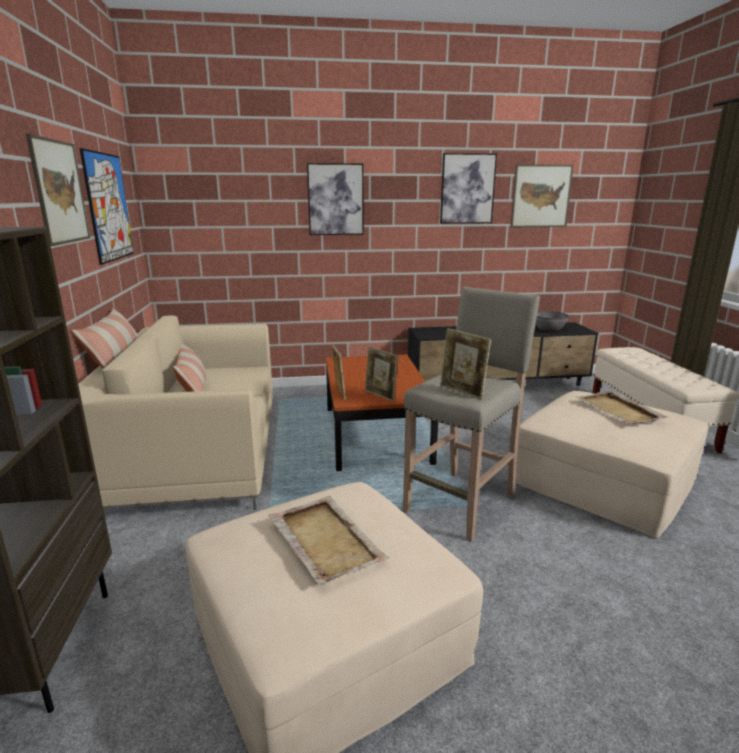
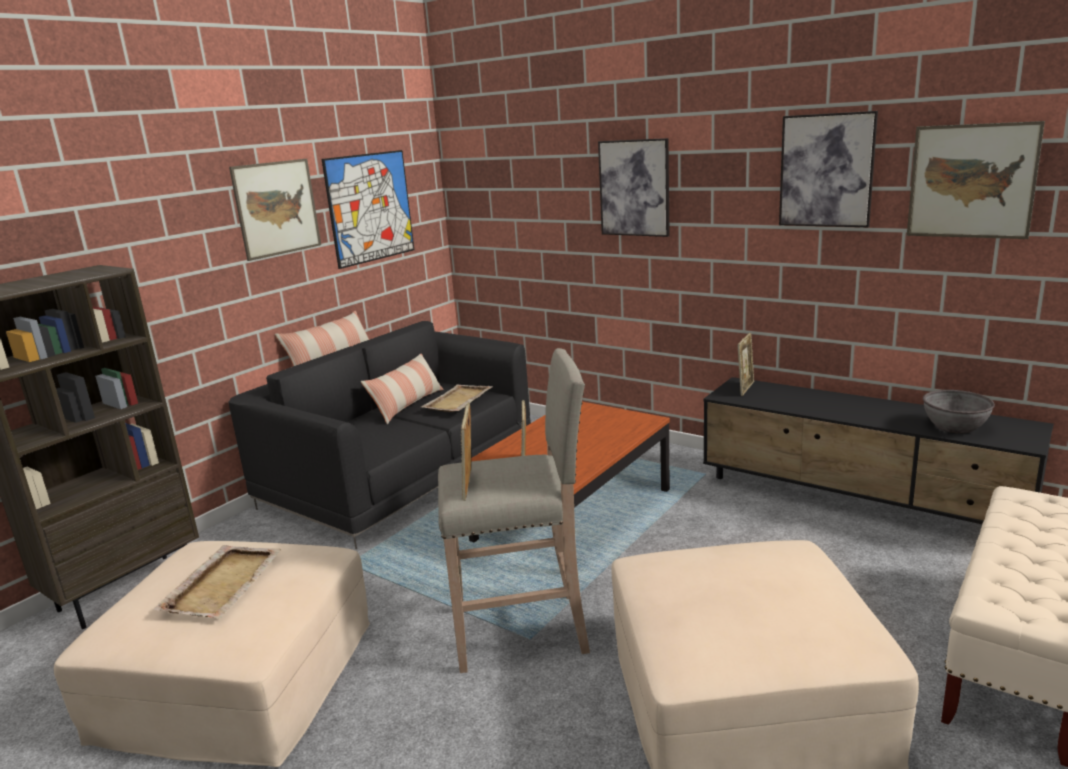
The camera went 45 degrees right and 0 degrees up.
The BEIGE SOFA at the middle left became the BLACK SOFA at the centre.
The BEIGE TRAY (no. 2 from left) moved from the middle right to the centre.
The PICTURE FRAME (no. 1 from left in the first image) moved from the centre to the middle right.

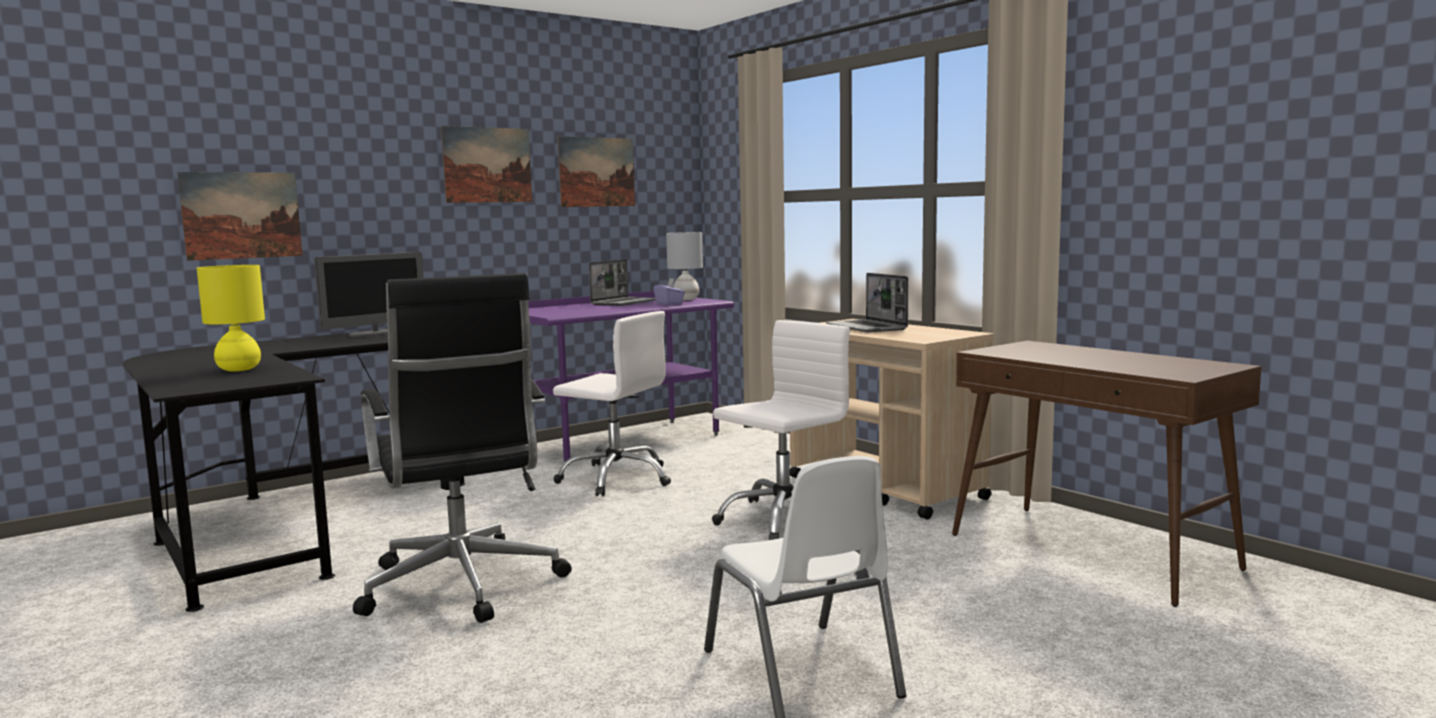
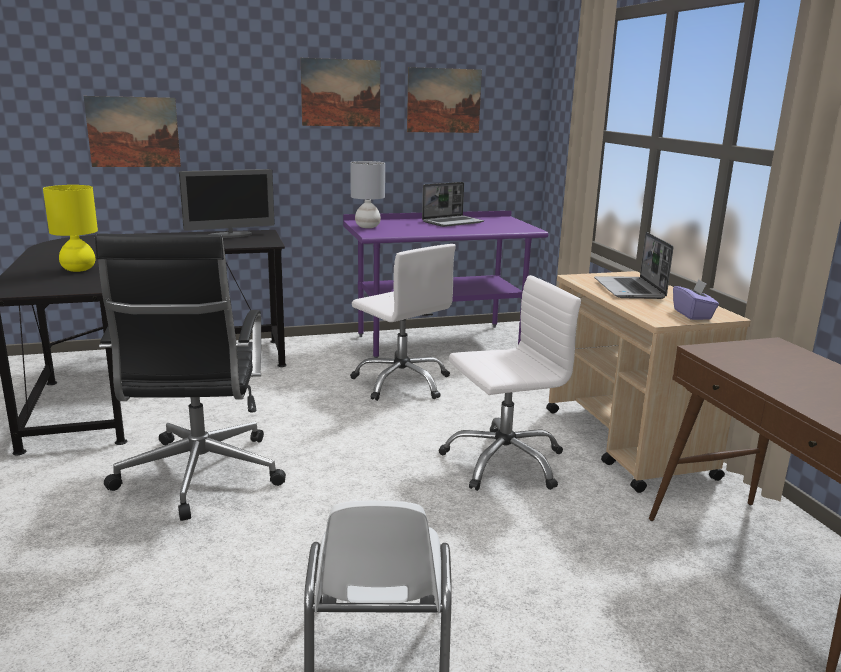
The camera went 20 degrees right and 10 degrees up.
The GREY TABLE LAMP moved from the centre to the top centre.
The PURPLE TISSUE BOX moved from the centre to the middle right.

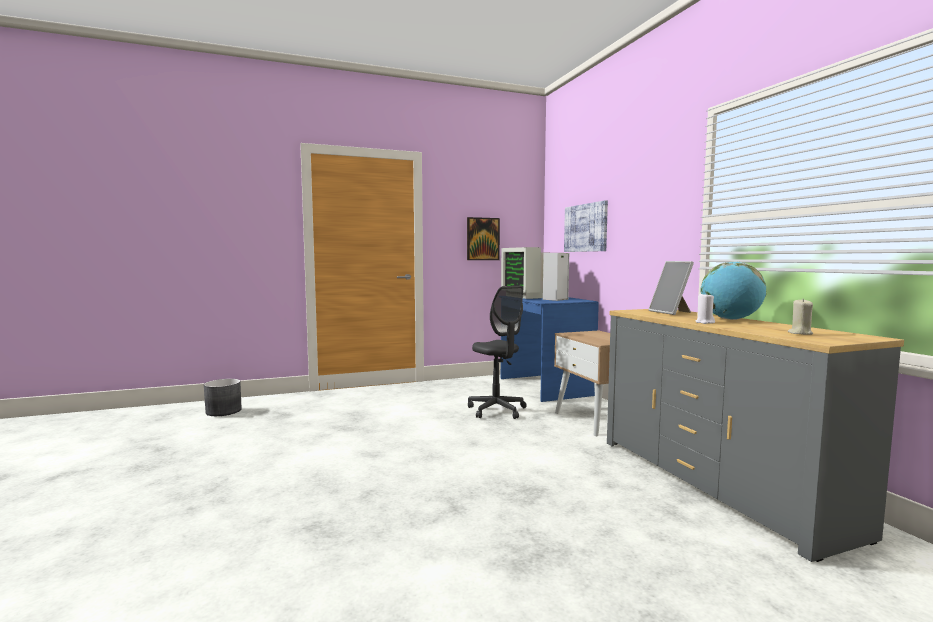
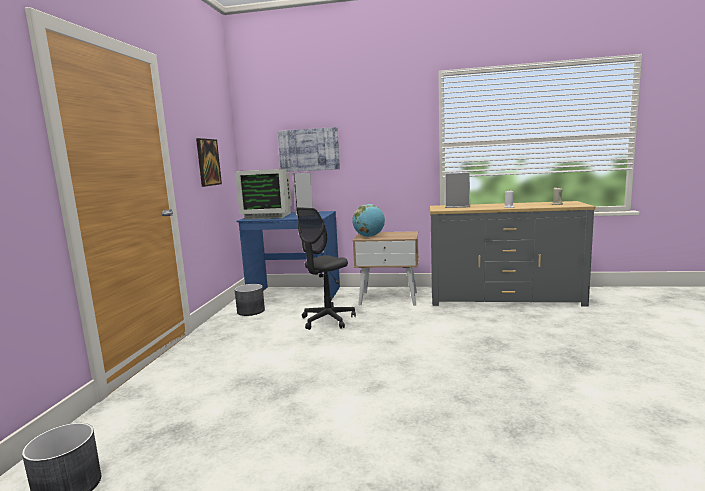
The camera went 60 degrees left and 5 degrees up.
The GREY PLANTER (no. 2 from left) at the centre appeared.
The GREY OFFICE CHAIR at the centre turned 135 degrees clockwise.
The GLOBE moved from the middle right to the centre.

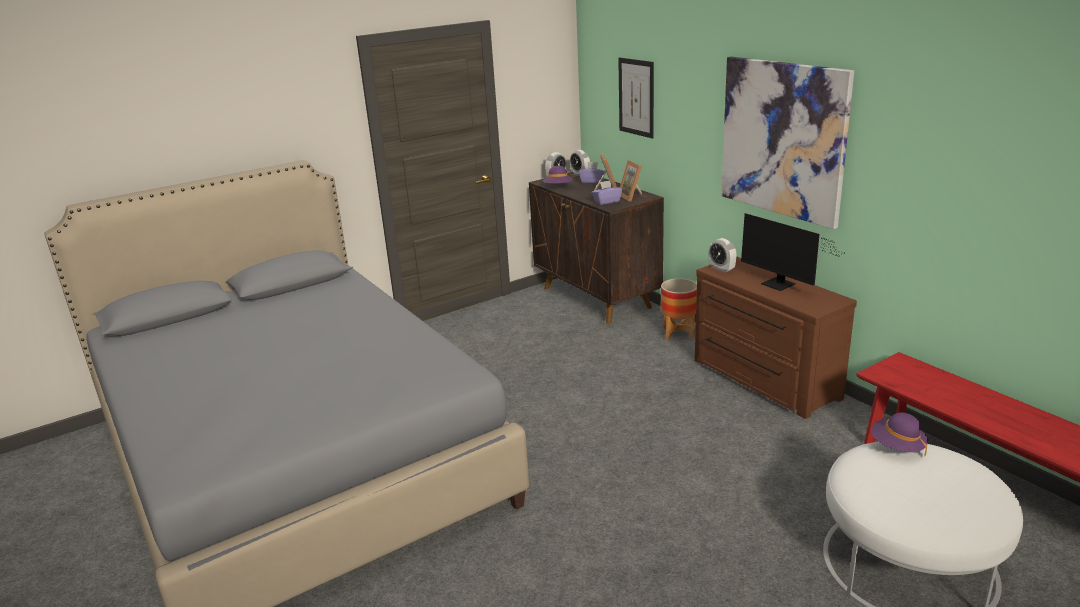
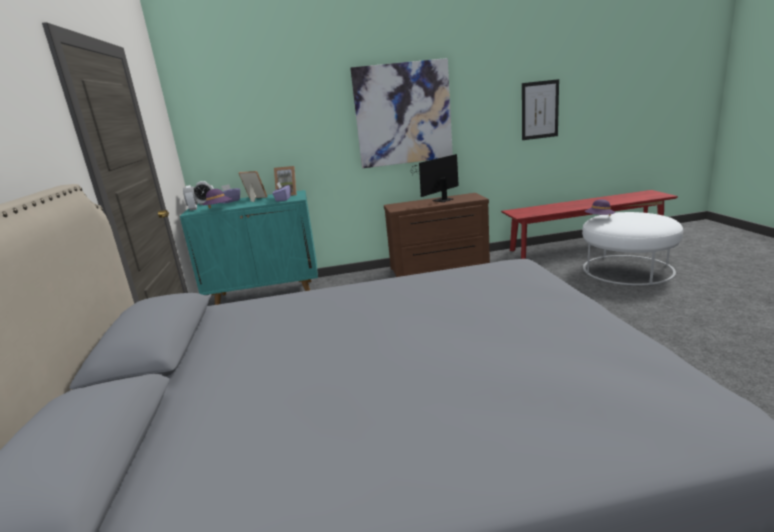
The camera went 65 degrees left and 5 degrees down.
The BROWN CABINET at the centre became the TURQUOISE CABINET at the middle left.
The MONITOR at the middle right turned 150 degrees clockwise.
The PICTURE (no. 1 from left in the first image) moved from the top centre to the top right.
The PLANTER at the centre disappeared.
The ALARM CLOCK (no. 3 from left) at the middle right disappeared.

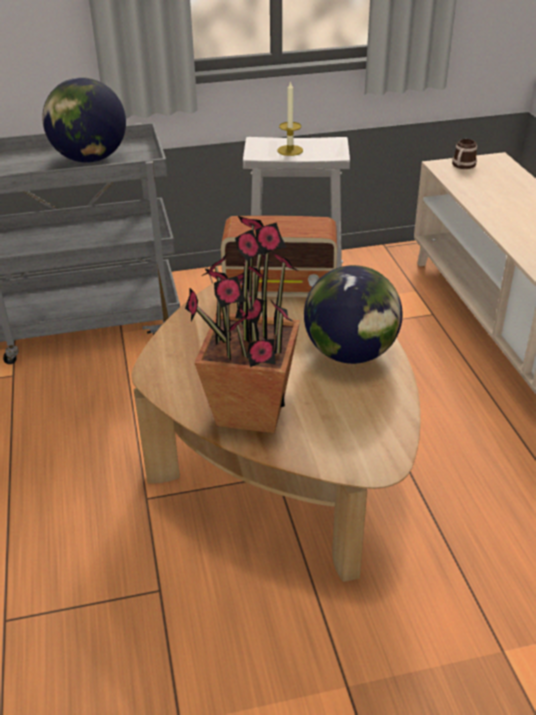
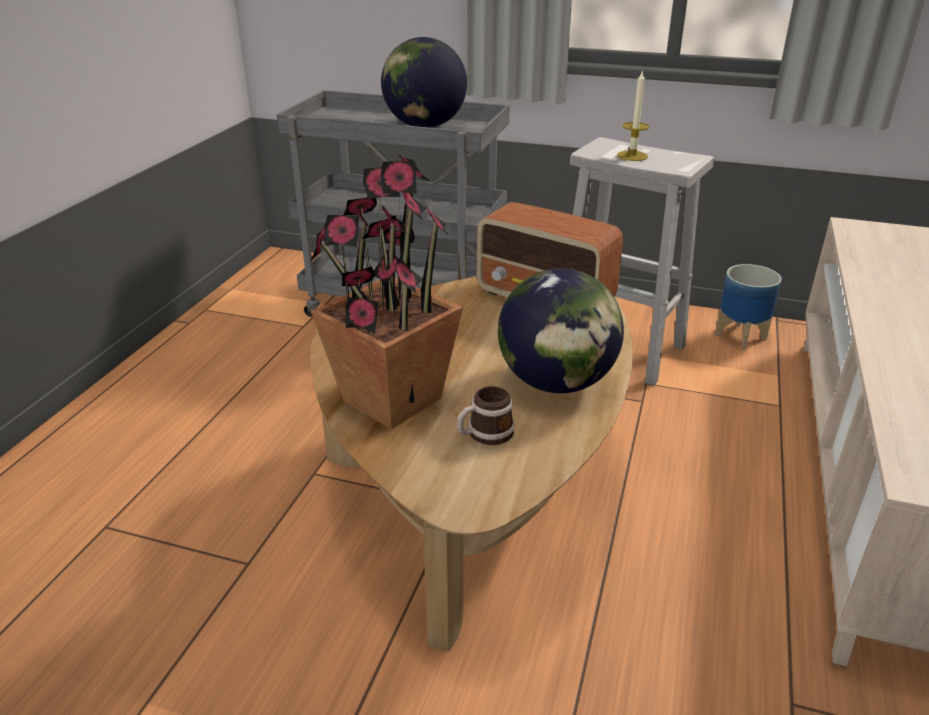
The camera went 30 degrees right and 5 degrees down.
The MUG moved from the top right to the centre.
The PLANTER at the middle right appeared.

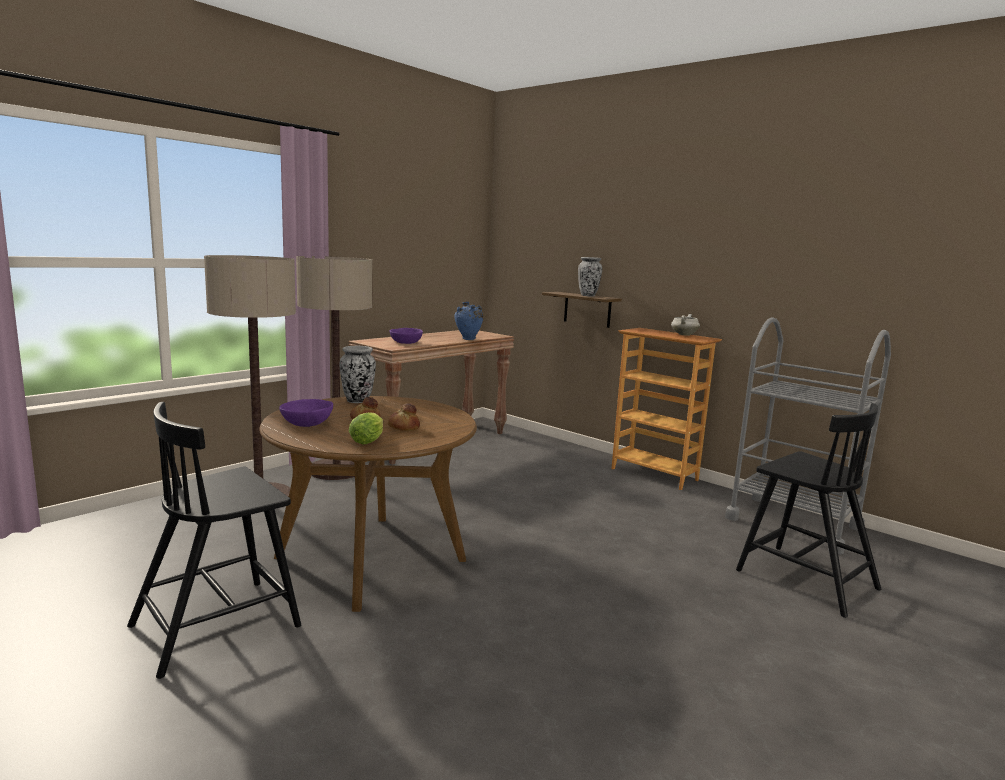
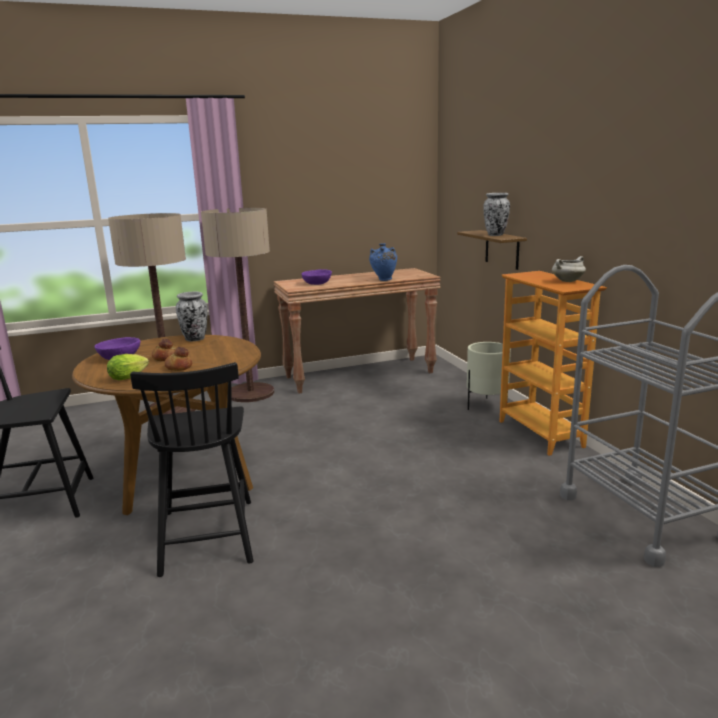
The camera went 30 degrees right and 5 degrees up.
The BLACK CHAIR (no. 2 from left) moved from the middle right to the middle left.
The BEIGE PLANTER at the middle right appeared.

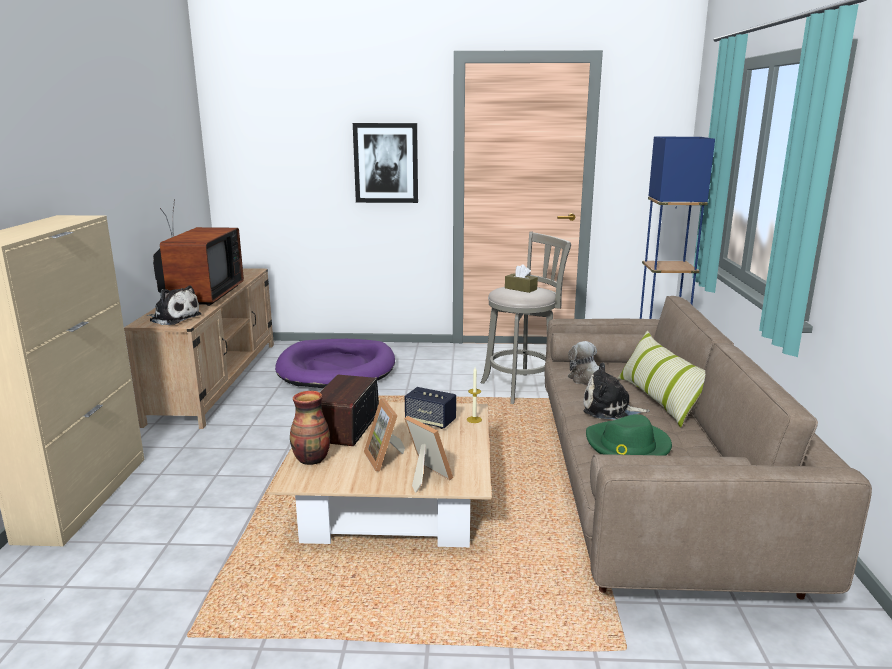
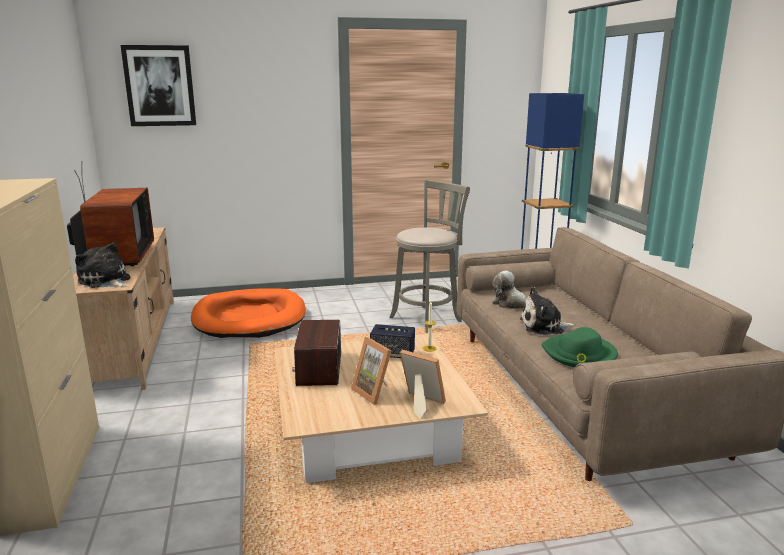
The camera went 15 degrees left and 0 degrees up.
The PLUSH TOY (no. 1 from left) at the middle left turned 150 degrees counterclockwise.
The PICTURE moved from the top centre to the top left.
The PURPLE DOG BED at the centre became the ORANGE DOG BED at the middle left.
The VASE at the centre disappeared.
The BROWN TISSUE BOX at the centre disappeared.
The PILLOW at the middle right disappeared.

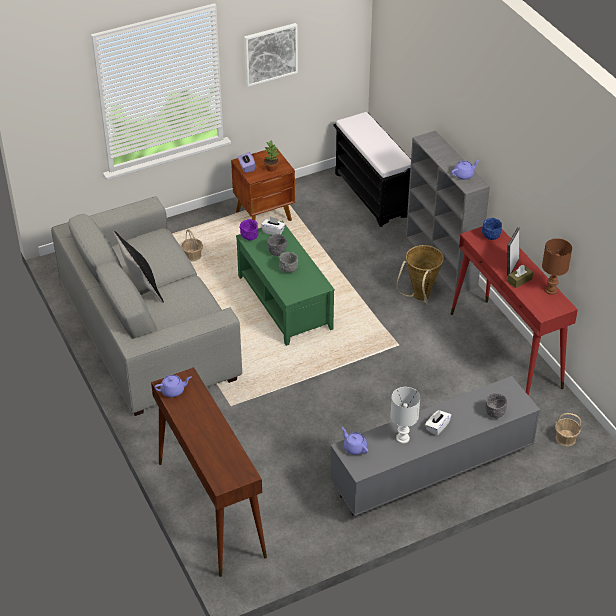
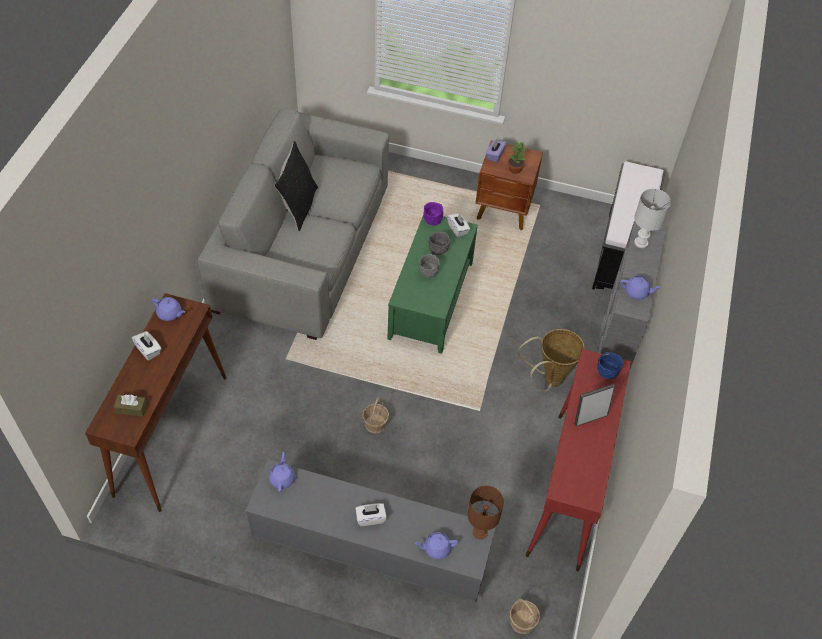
The camera went 40 degrees right and 10 degrees up.
The BROWN TISSUE BOX moved from the middle right to the middle left.
The WHITE TISSUE BOX (no. 1 from left) at the middle left appeared.
The BASKET (no. 1 from left) moved from the middle left to the centre.
The GREY BOWL (no. 3 from left) at the middle right was replaced by the PURPLE TEAPOT (no. 3 from left) at the bottom centre.
The BROWN TABLE LAMP moved from the middle right to the bottom centre.
The WHITE TABLE LAMP moved from the bottom centre to the middle right.
The PICTURE at the top centre disappeared.

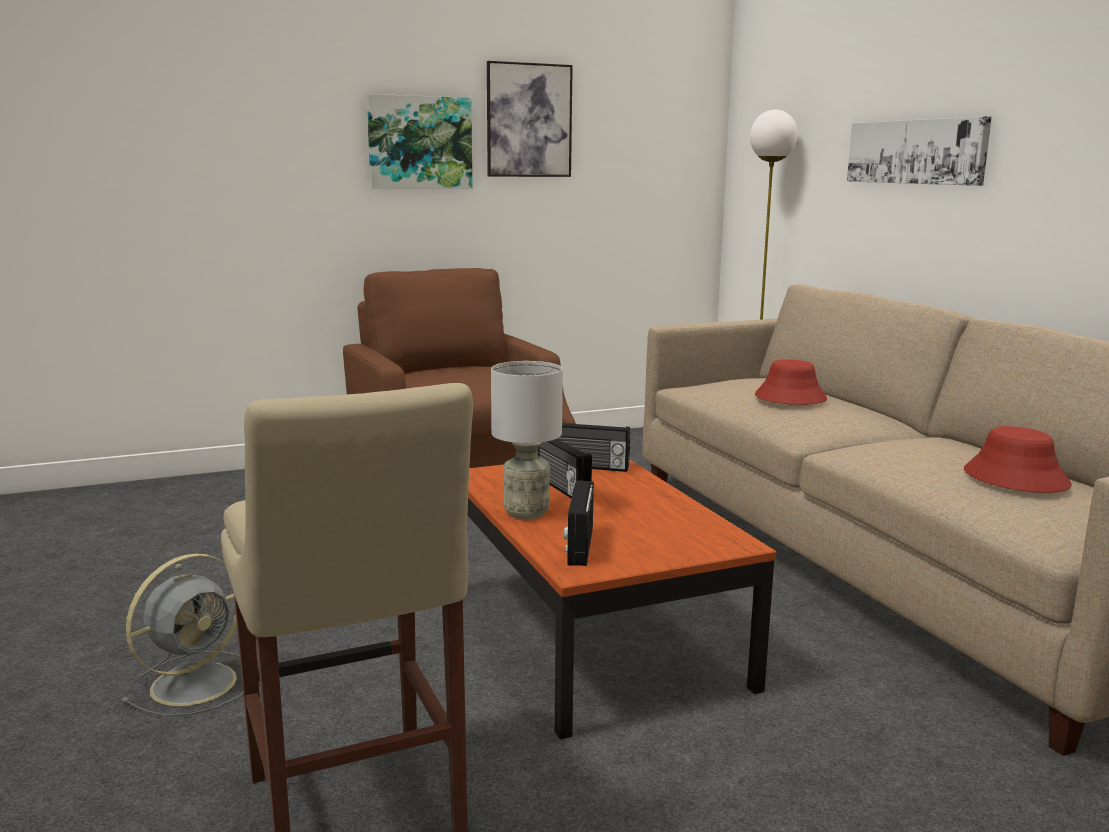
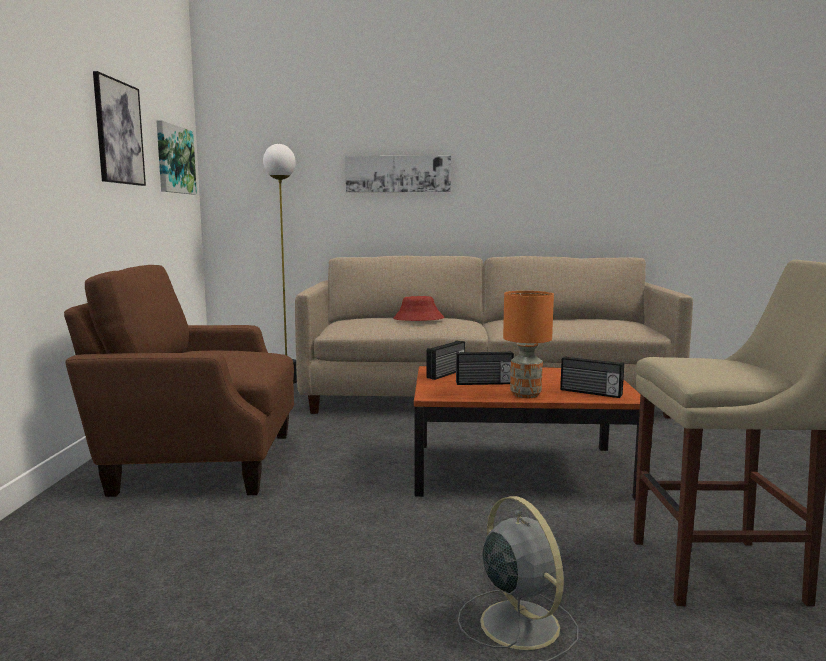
The camera went 65 degrees left and 5 degrees down.
The PICTURE (no. 1 from left in the first image) moved from the top centre to the top left.
The GREY TABLE LAMP at the centre became the ORANGE TABLE LAMP at the centre.
The RED HAT (no. 2 from left) at the middle right disappeared.

